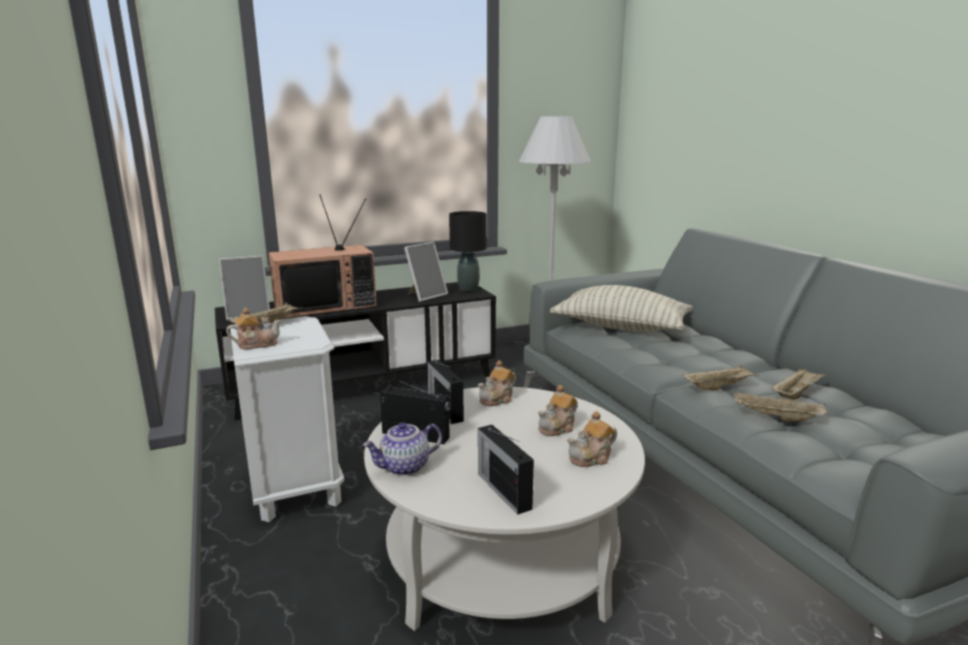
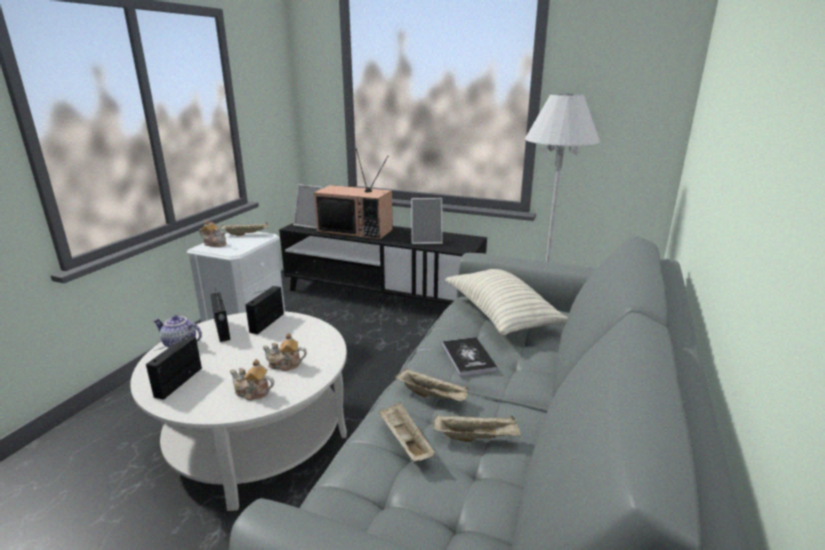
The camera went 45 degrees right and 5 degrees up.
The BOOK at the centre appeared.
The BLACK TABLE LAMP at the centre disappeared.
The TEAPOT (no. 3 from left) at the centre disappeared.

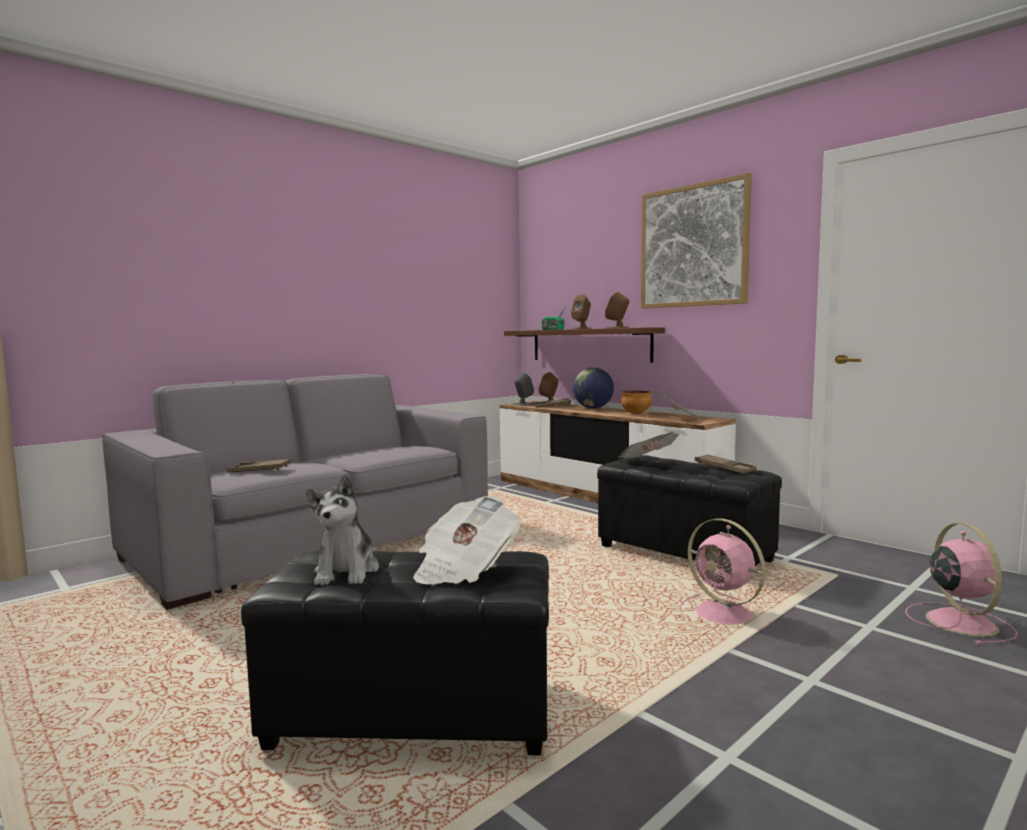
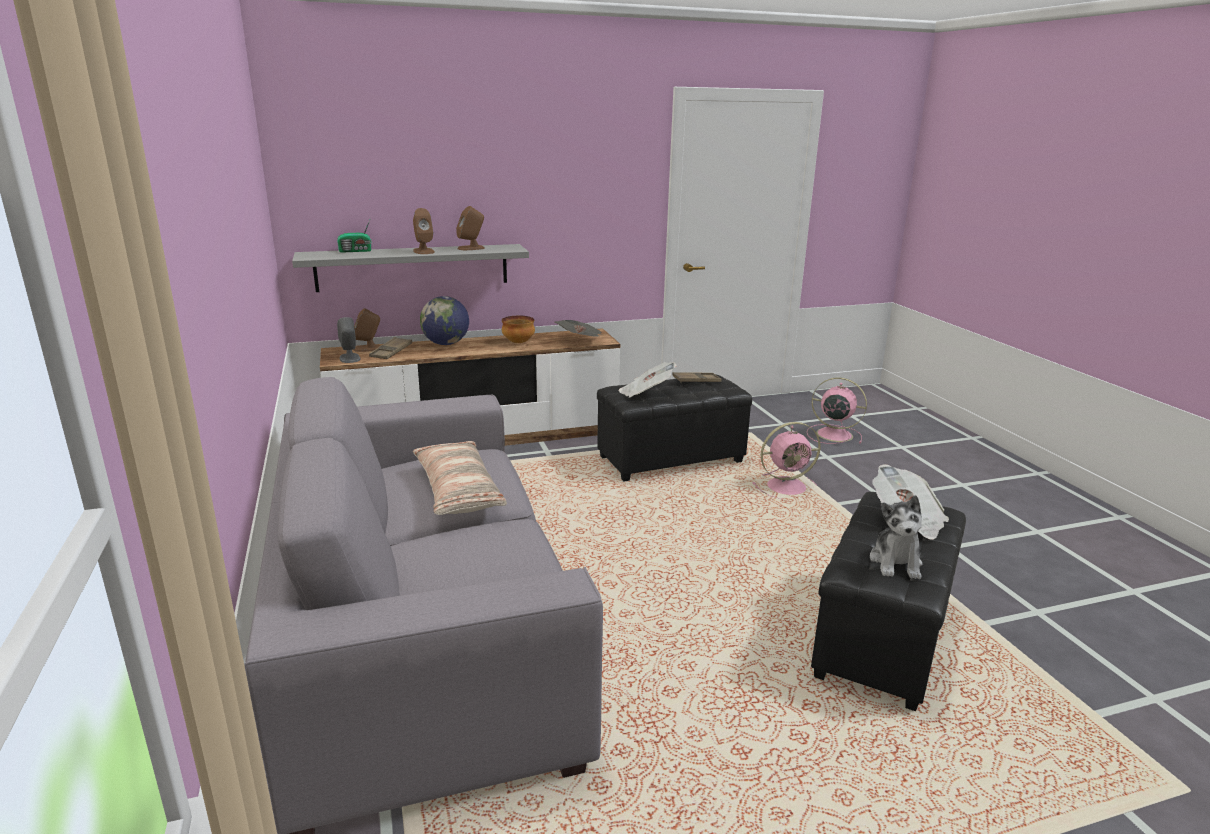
The camera went 65 degrees left and 15 degrees up.
The BROWN SHELF at the centre became the GREY SHELF at the top centre.
The PILLOW at the centre appeared.
The PLUSH TOY at the middle left turned 75 degrees clockwise.
The BROWN TRAY (no. 1 from left) at the middle left disappeared.
The PICTURE at the top right disappeared.

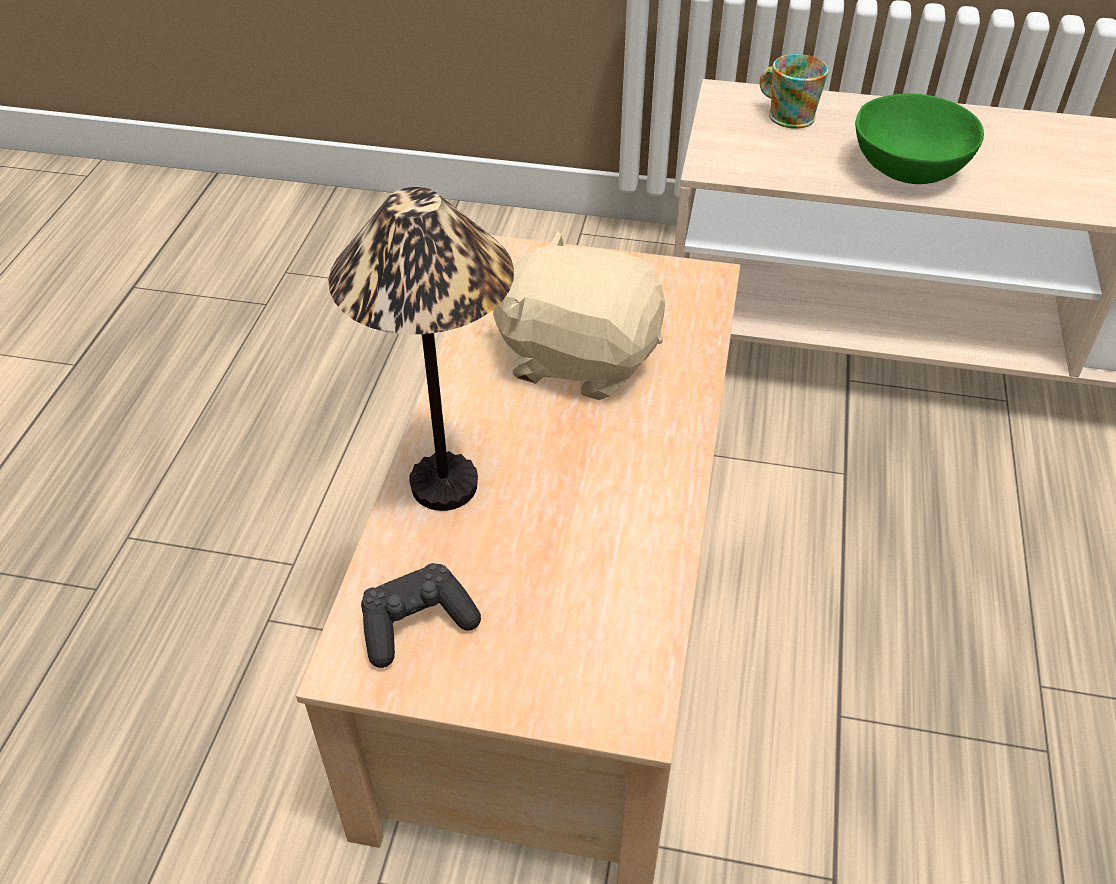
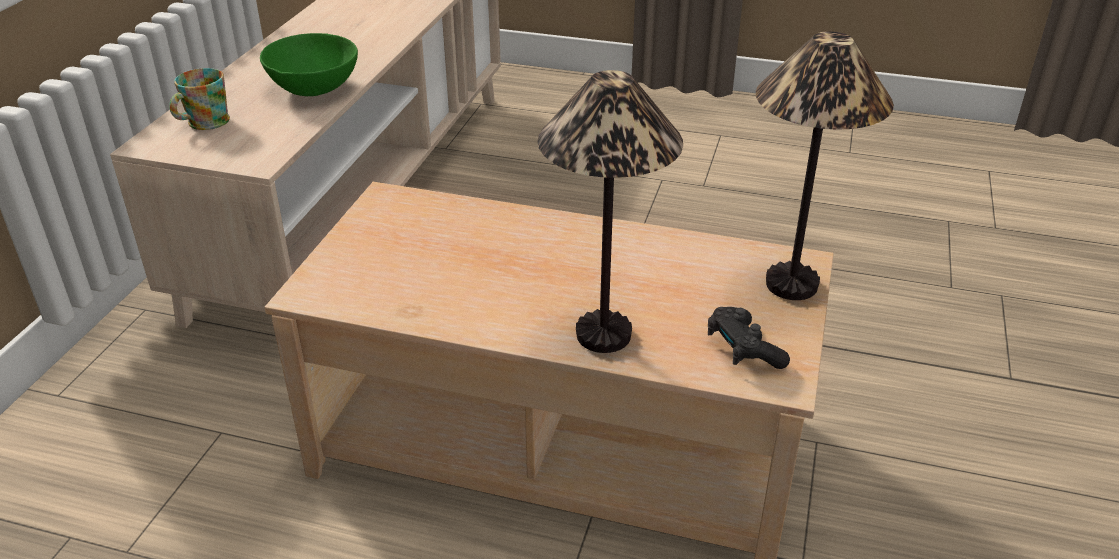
The camera went 85 degrees left and 10 degrees down.
The TABLE LAMP (no. 2 from left) at the top right appeared.
The BEIGE PLUSH TOY at the centre disappeared.

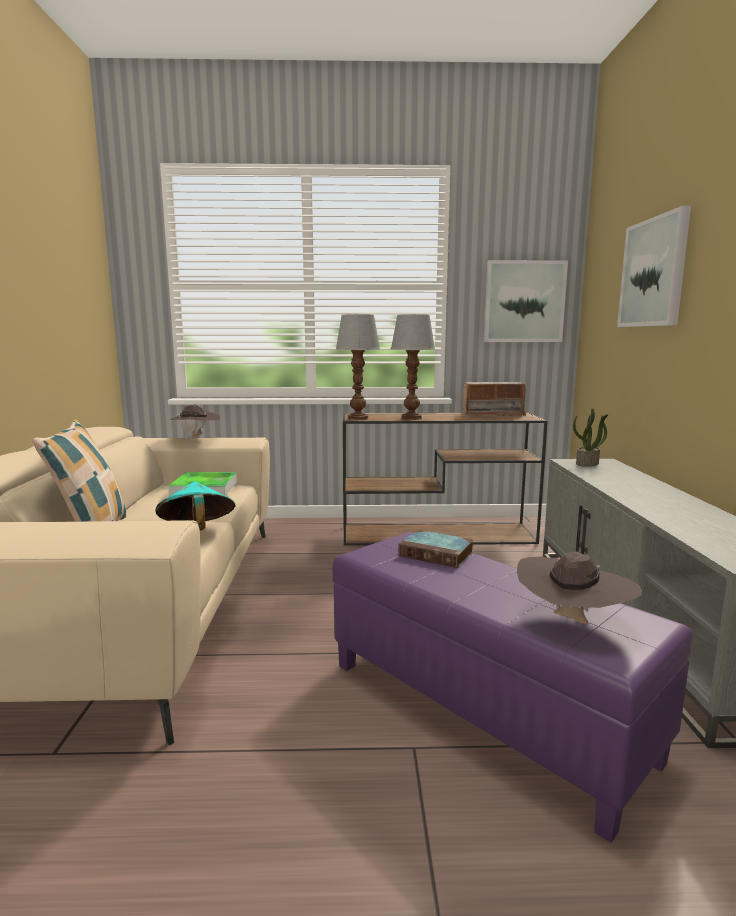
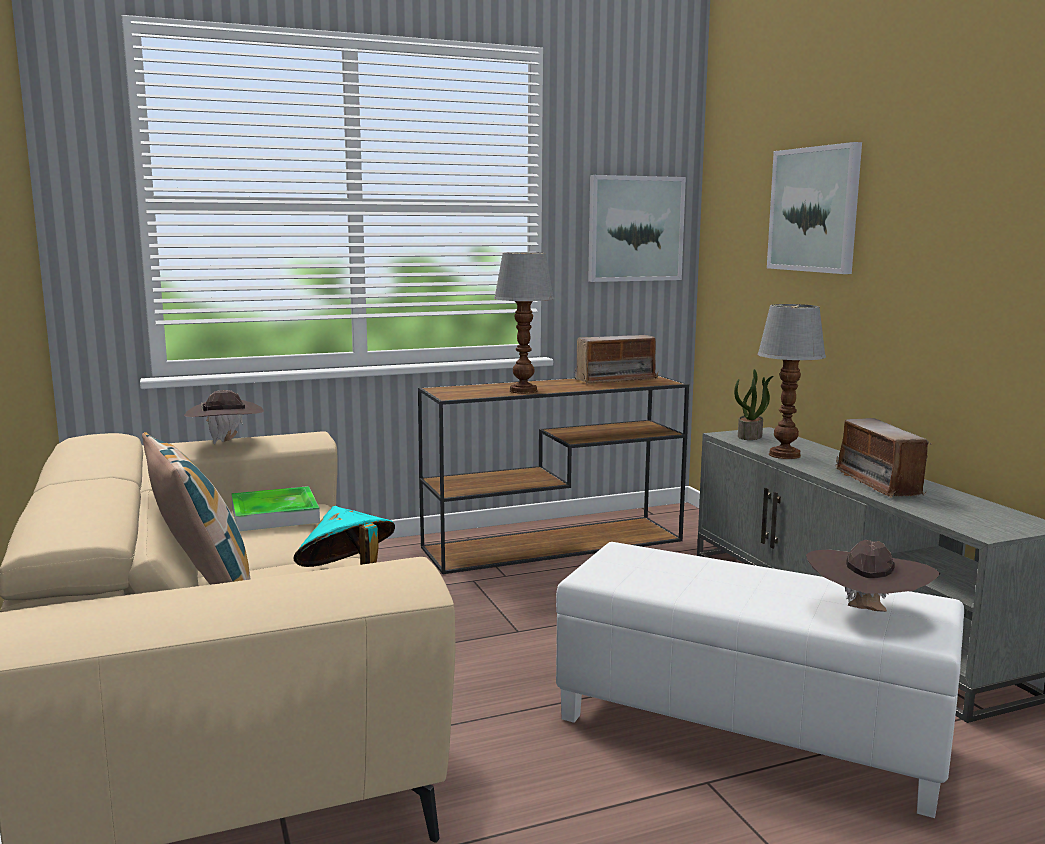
The camera went 20 degrees left and 0 degrees up.
The PURPLE OTTOMAN at the bottom right became the WHITE OTTOMAN at the bottom right.
The TABLE LAMP (no. 1 from left in the first image) moved from the centre to the middle right.
The RADIO (no. 2 from left) at the middle right appeared.
The BOOK at the centre disappeared.

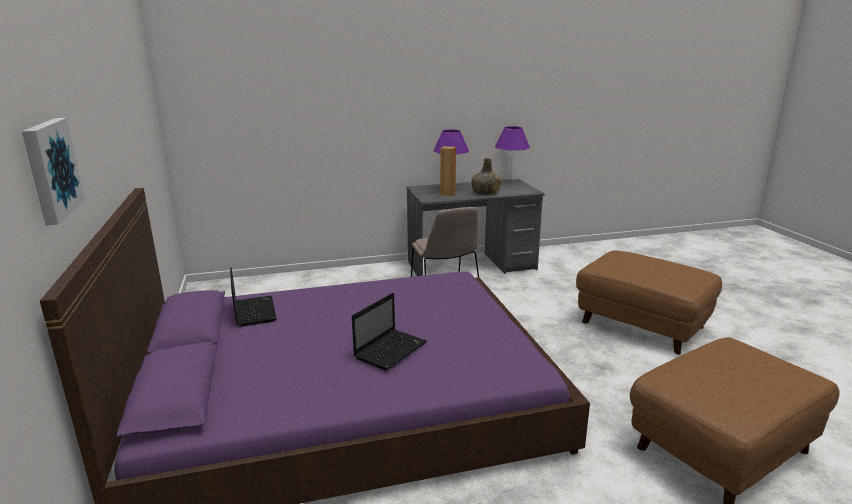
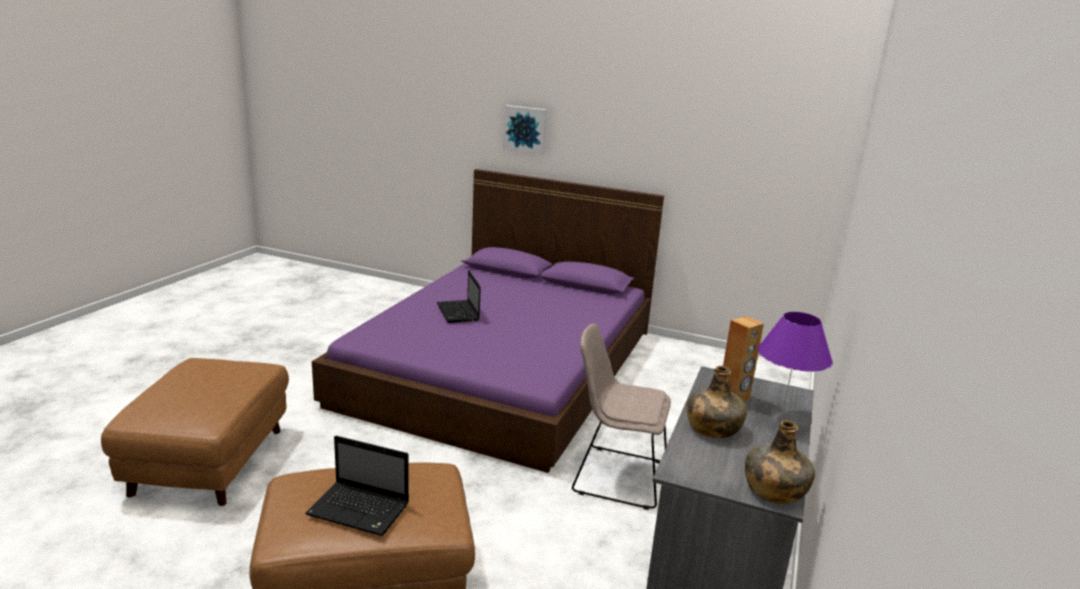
The camera went 125 degrees right and 0 degrees up.
The LAPTOP (no. 1 from left) moved from the middle left to the bottom left.
The PURPLE TABLE LAMP (no. 2 from left) at the top centre was replaced by the GREEN BOTTLE (no. 2 from left) at the bottom right.

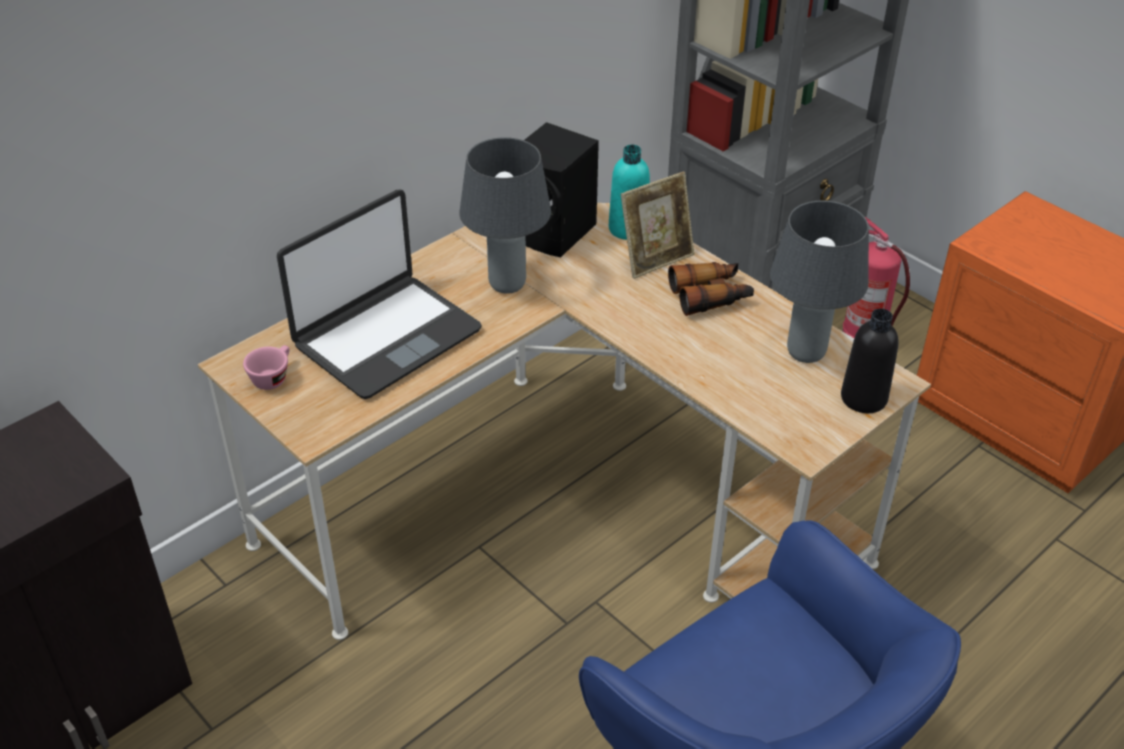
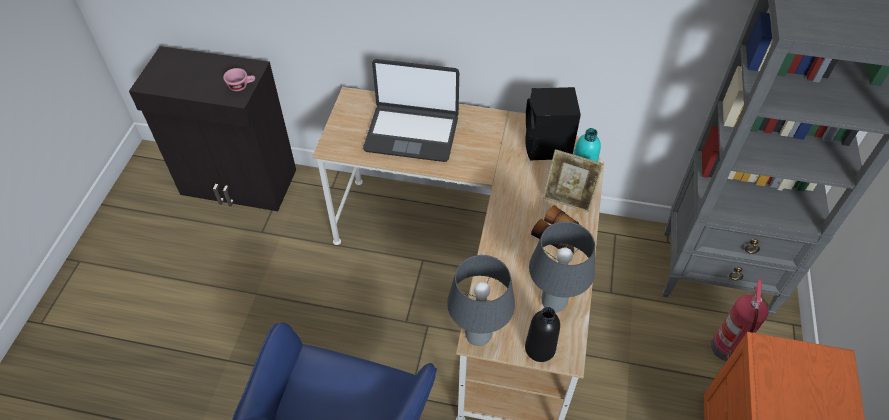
The camera went 55 degrees right and 10 degrees up.
The PINK CUP moved from the middle left to the top left.
The GREY TABLE LAMP (no. 1 from left) moved from the top centre to the bottom centre.

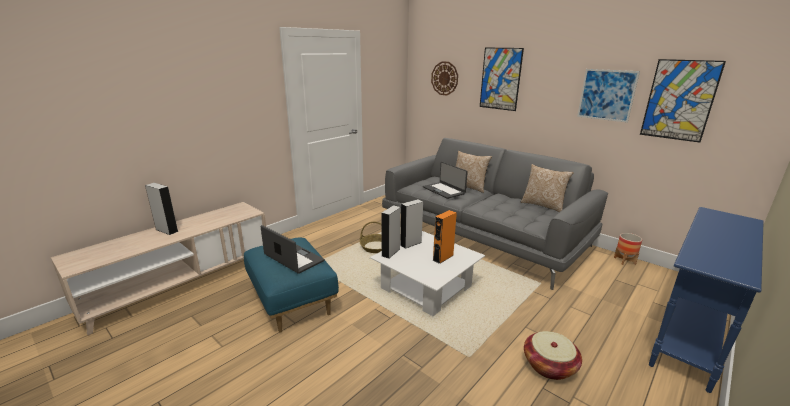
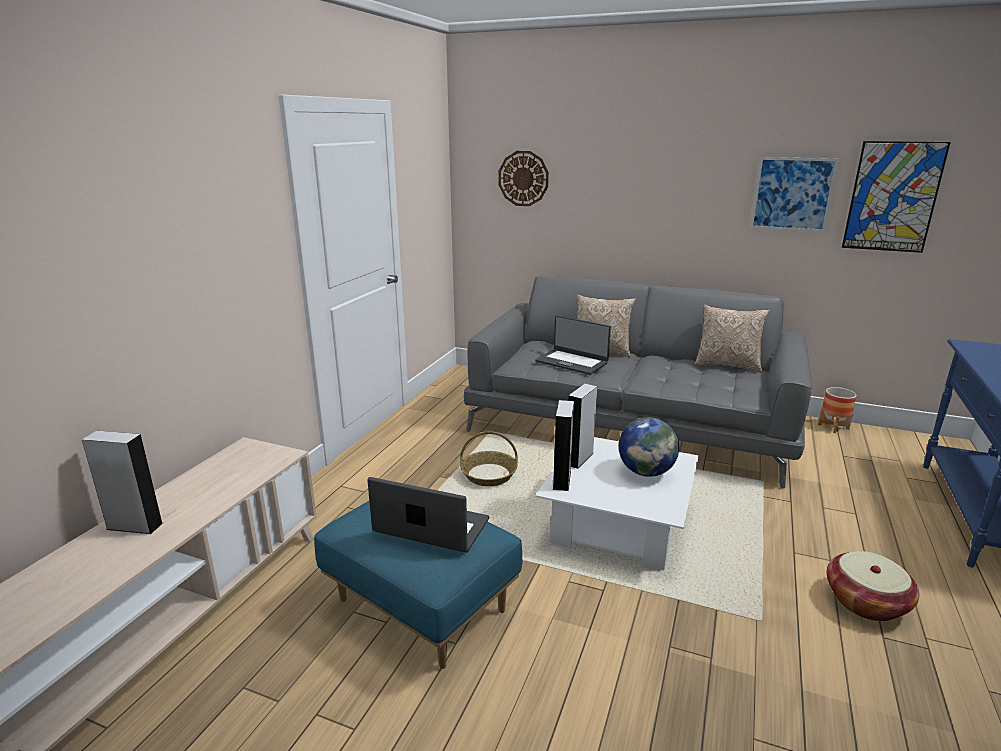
The camera went 20 degrees left and 0 degrees up.
The ORANGE SPEAKER at the centre was replaced by the GLOBE at the centre.
The PICTURE (no. 1 from left) at the top centre disappeared.

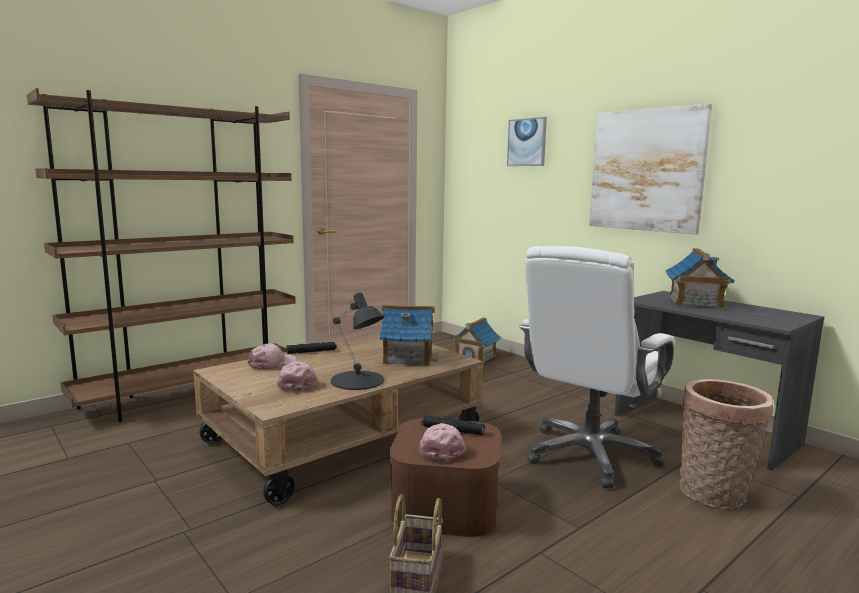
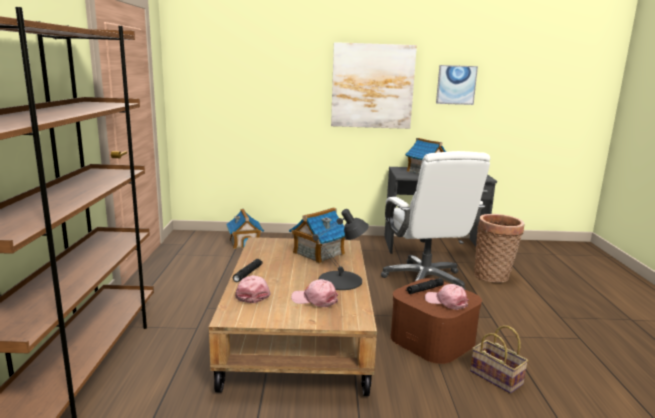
The camera went 50 degrees left and 5 degrees up.
The PICTURE (no. 1 from left in the first image) moved from the top centre to the top right.

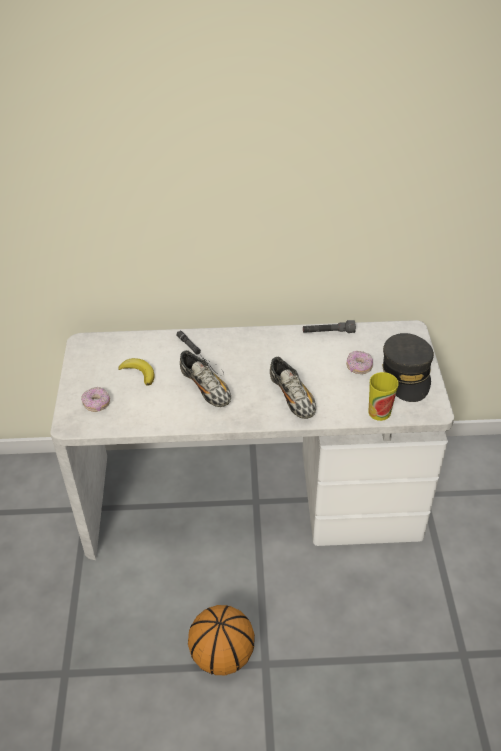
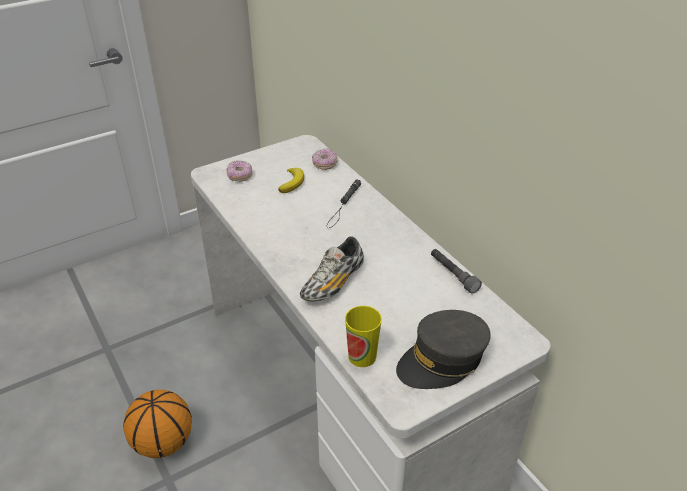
The camera went 60 degrees right and 5 degrees down.
The DONUT (no. 2 from left) moved from the middle right to the top centre.
The SHOE (no. 1 from left) at the centre disappeared.

